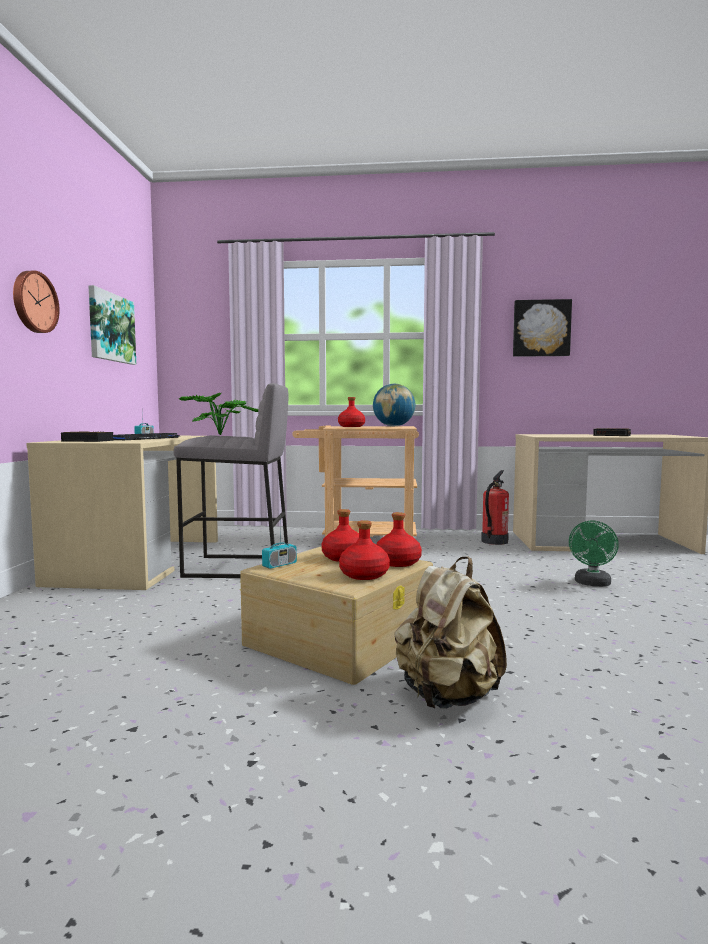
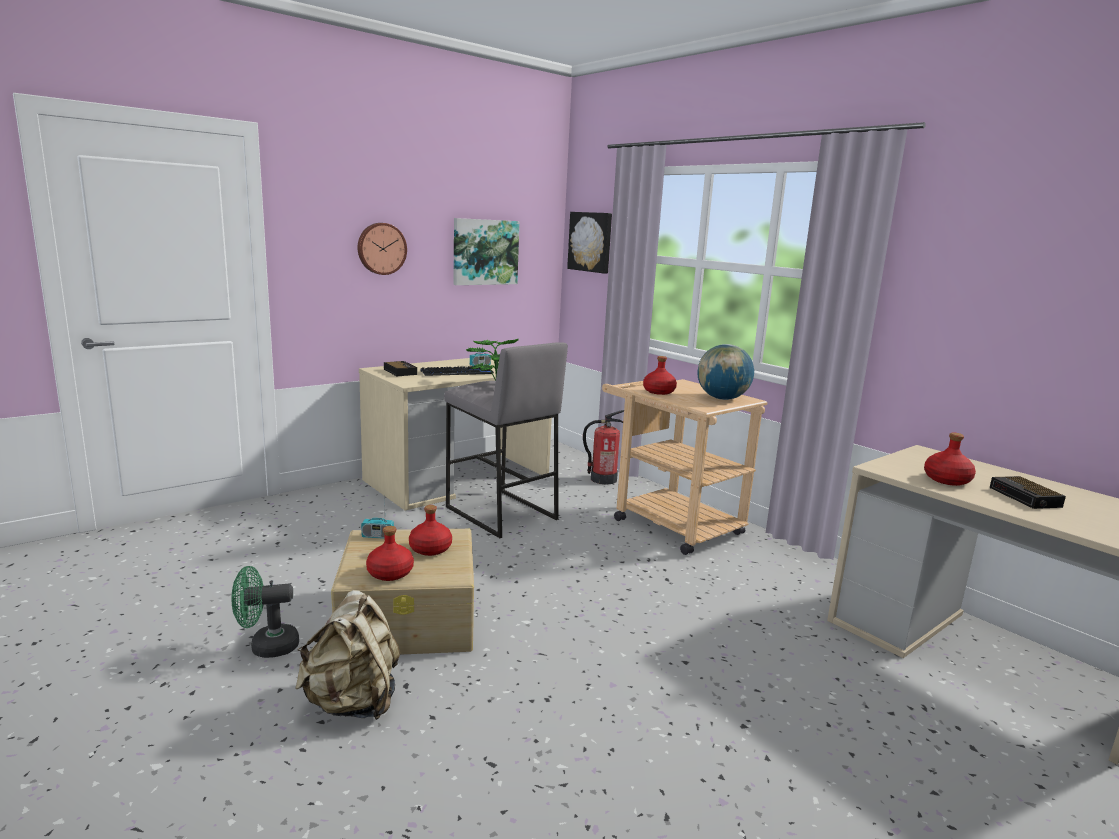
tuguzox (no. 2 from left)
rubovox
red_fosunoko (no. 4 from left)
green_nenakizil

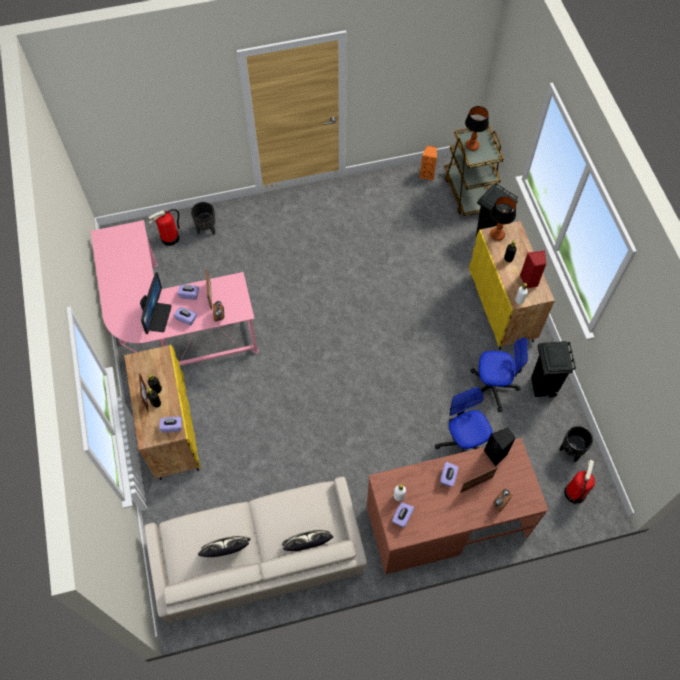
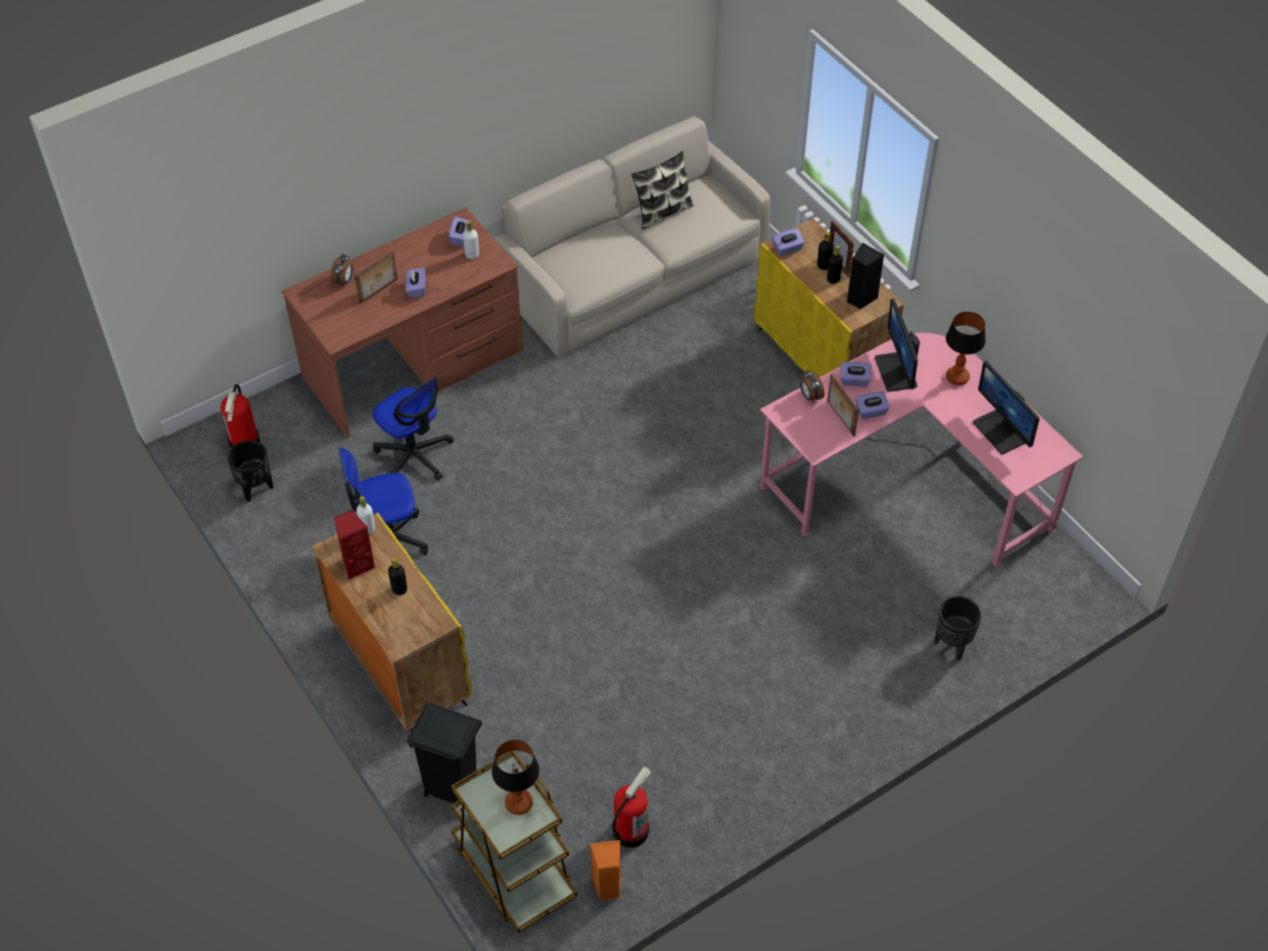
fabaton (no. 2 from left)
rubovox (no. 2 from left)
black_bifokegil (no. 2 from left in the first image)
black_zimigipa
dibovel (no. 2 from left in the first image)
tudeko (no. 2 from left)

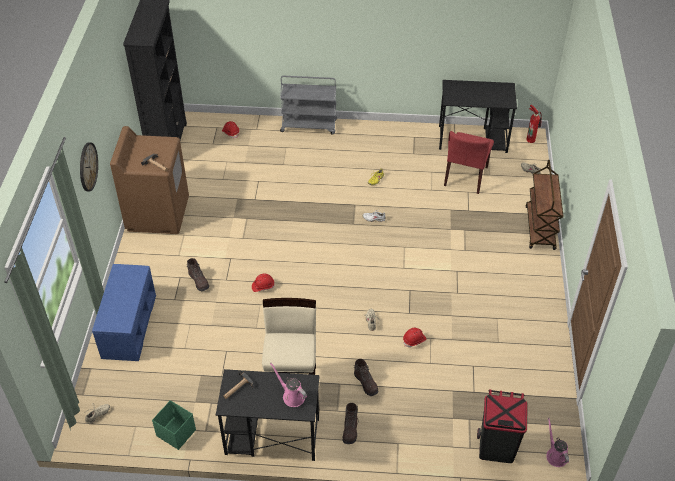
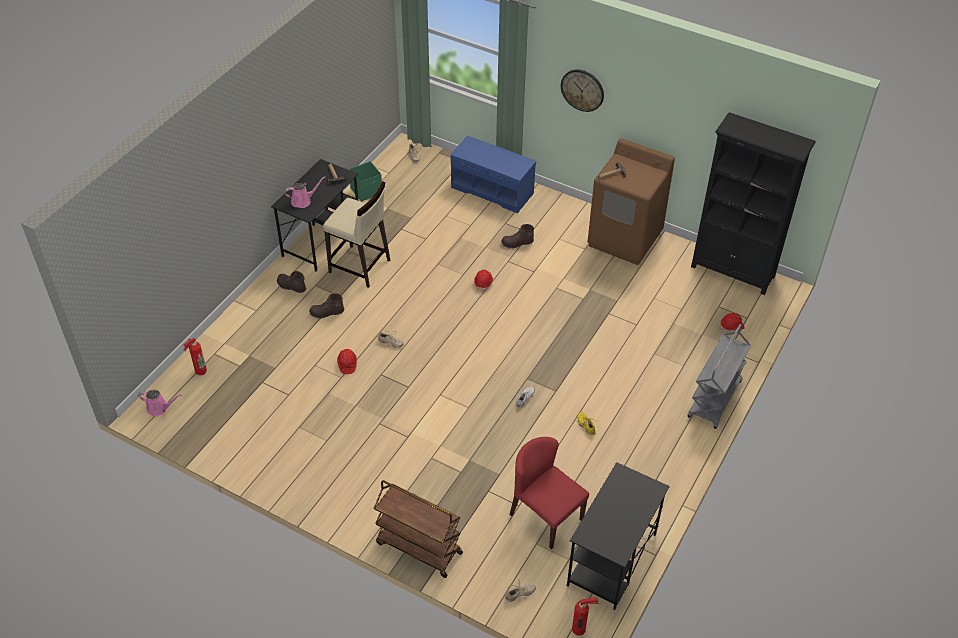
rubovox (no. 1 from left)

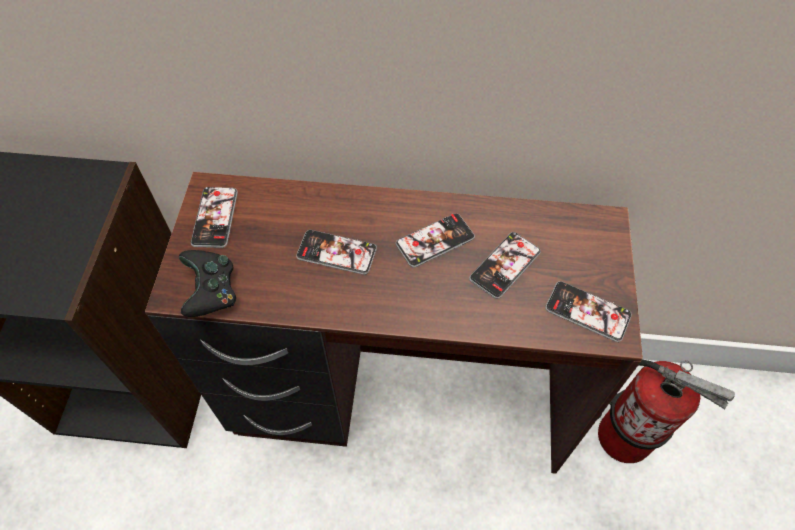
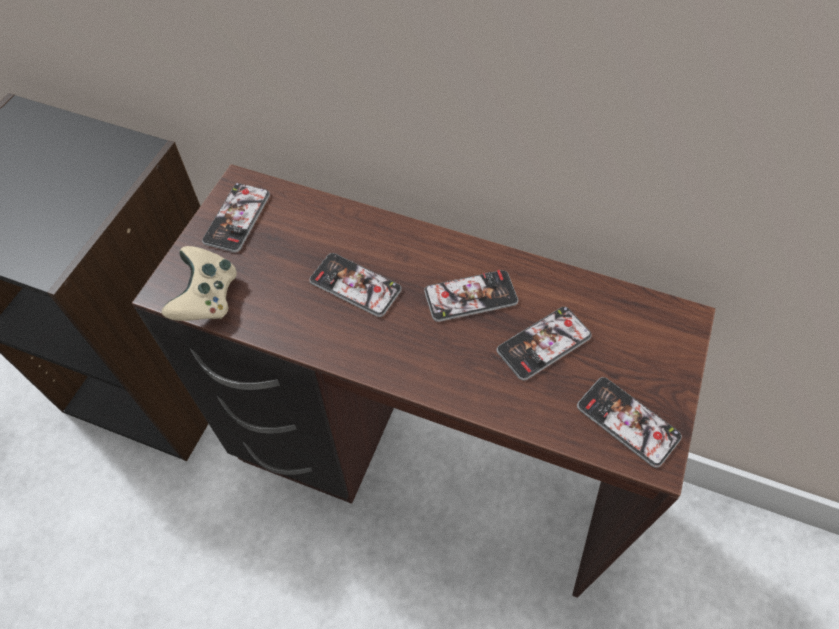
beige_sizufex
rubovox

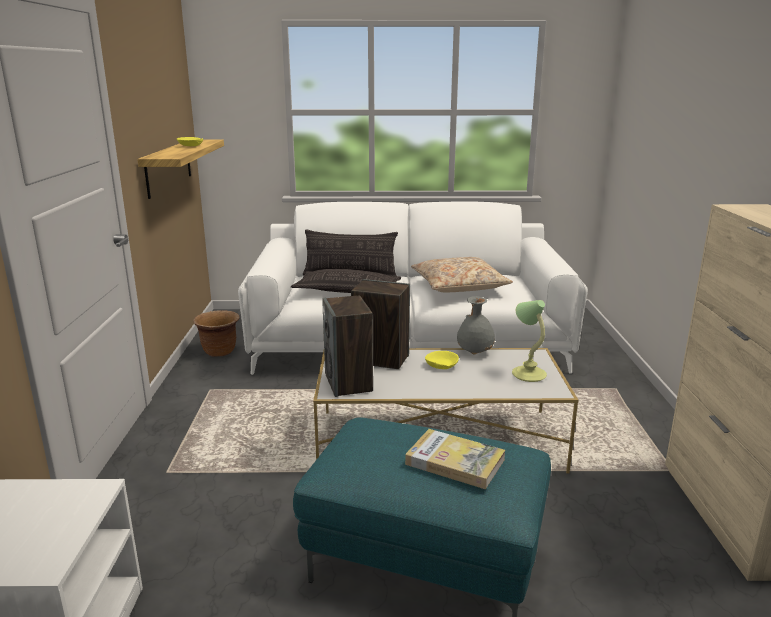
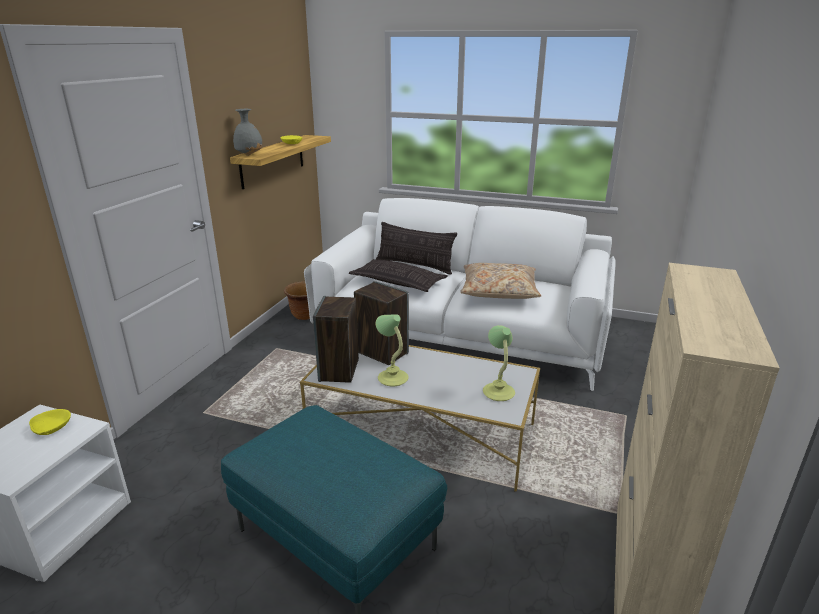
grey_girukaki
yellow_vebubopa (no. 1 from left)
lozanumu
fabaton (no. 1 from left)

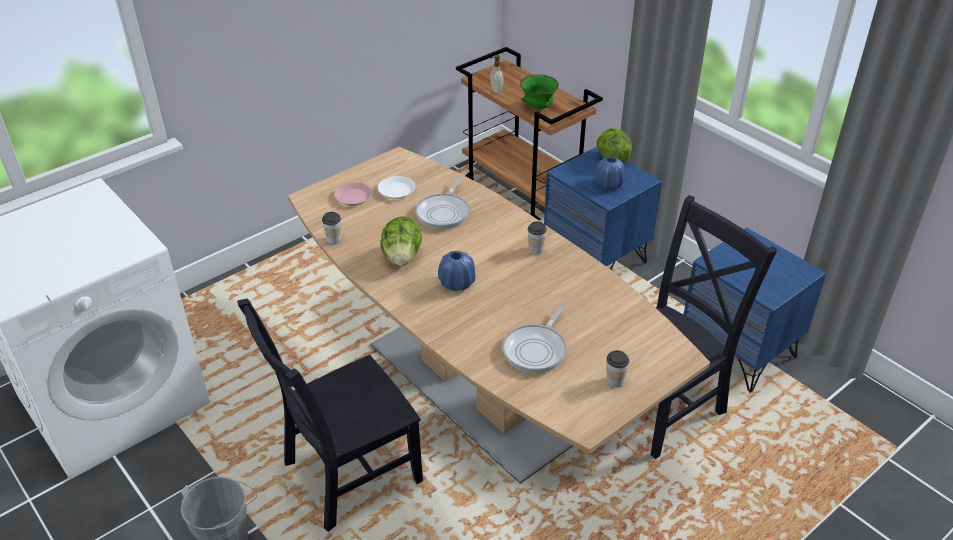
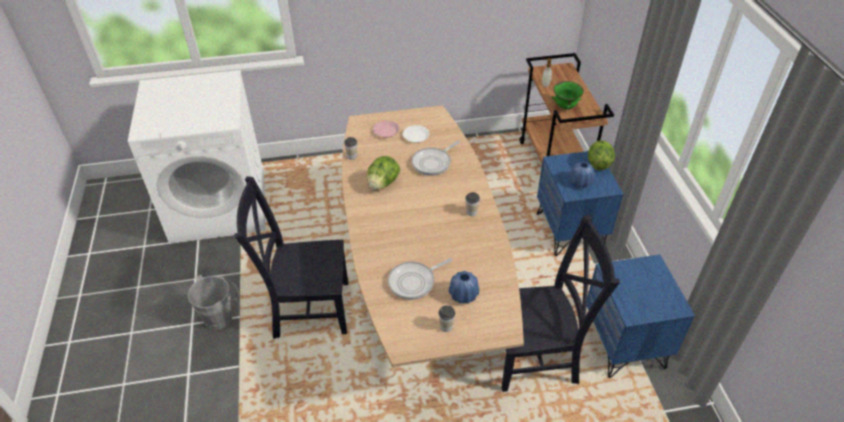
blue_girukaki (no. 1 from left)

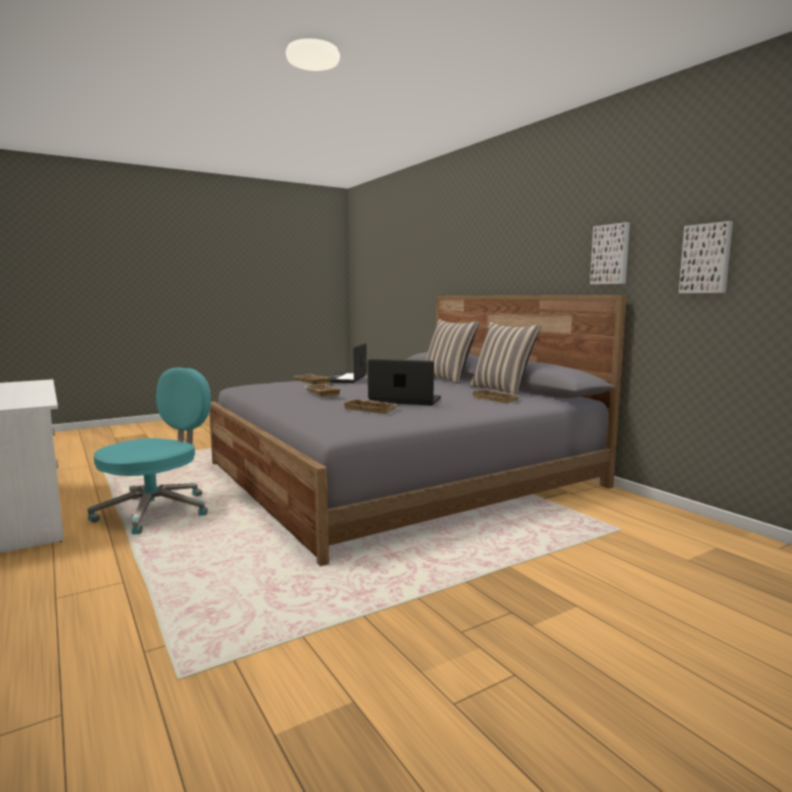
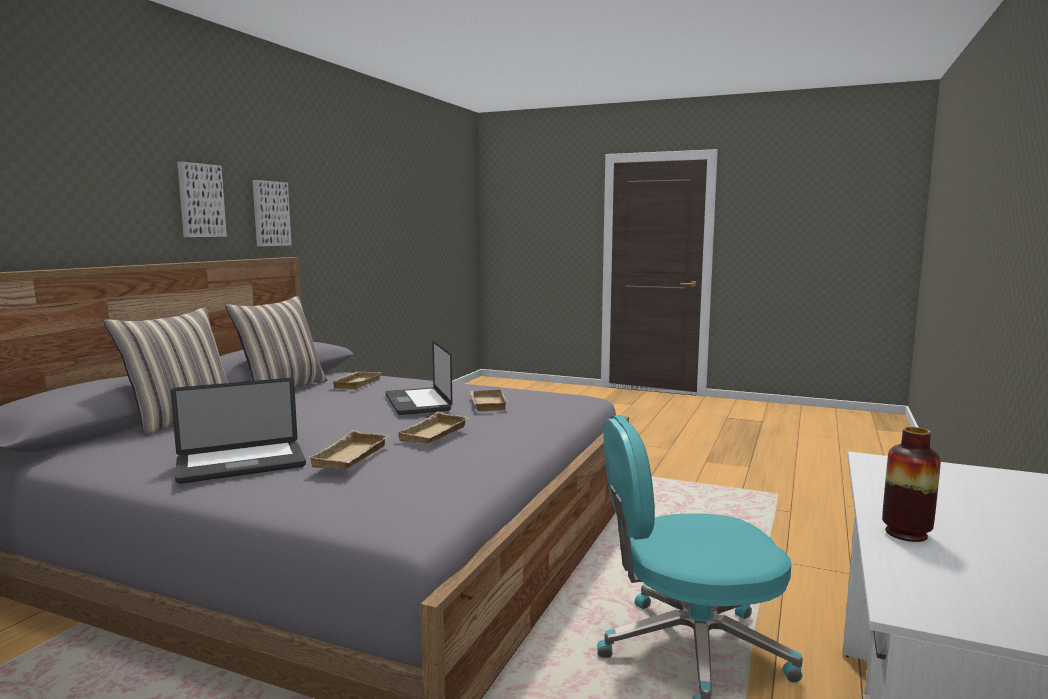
tuguzox (no. 1 from left)
girukaki

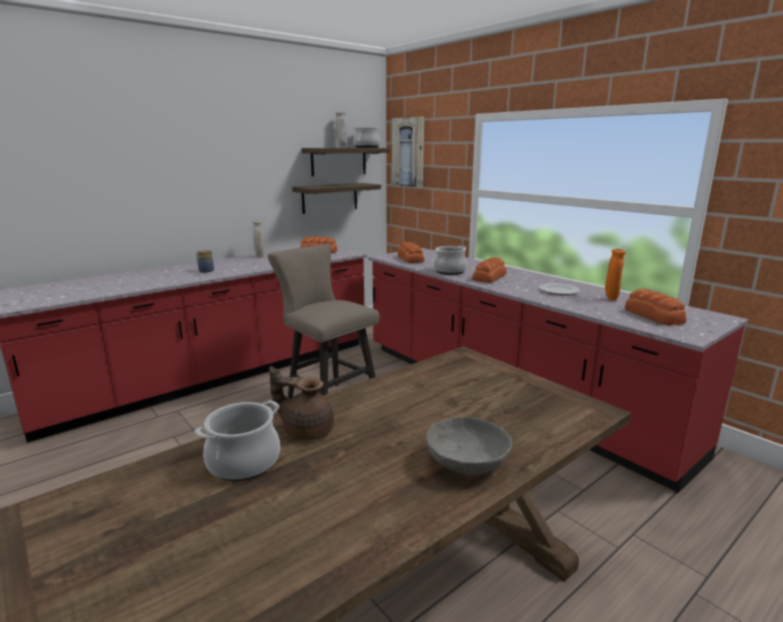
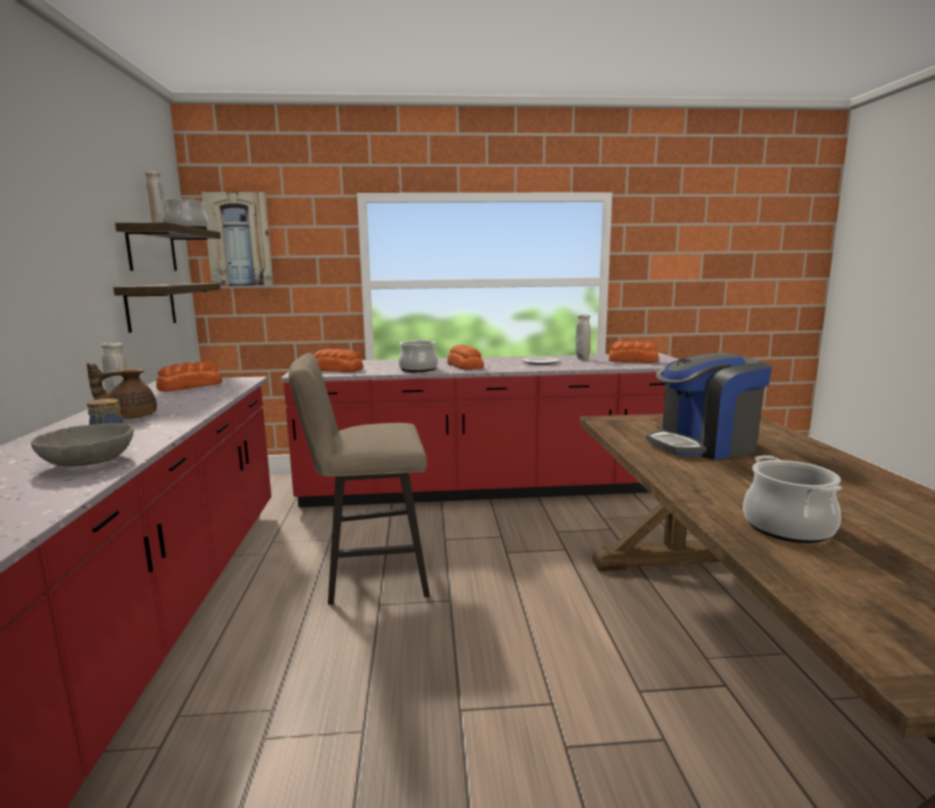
beige_girukaki (no. 3 from left)
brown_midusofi
grey_vebubopa
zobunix

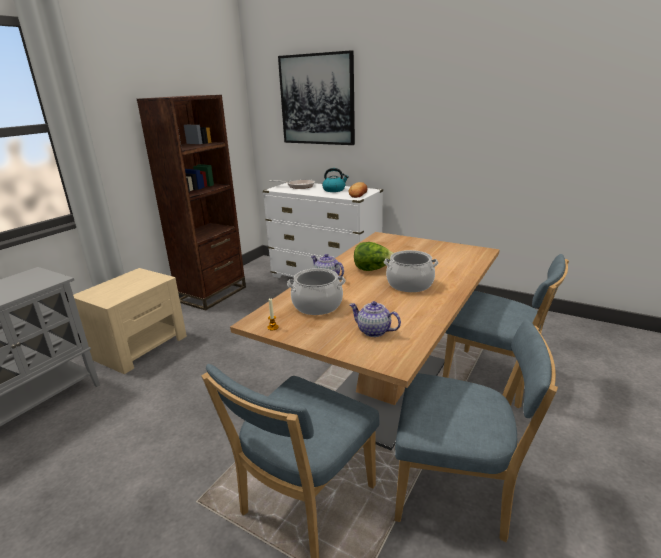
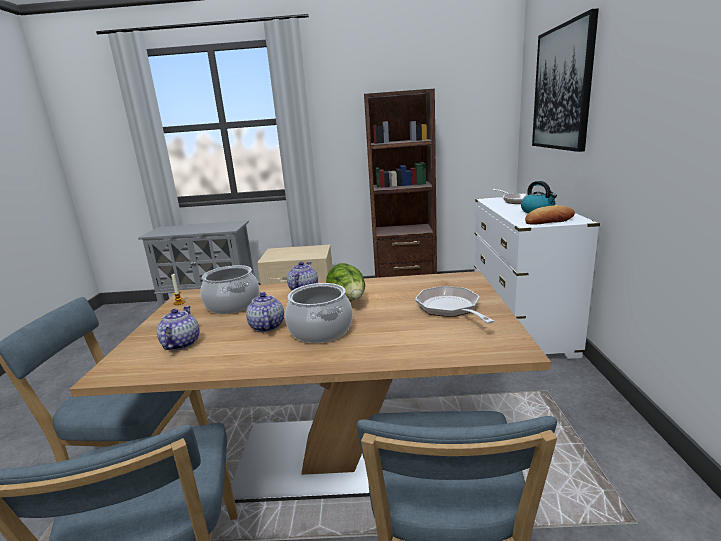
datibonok (no. 1 from left)
midusofi (no. 2 from left)

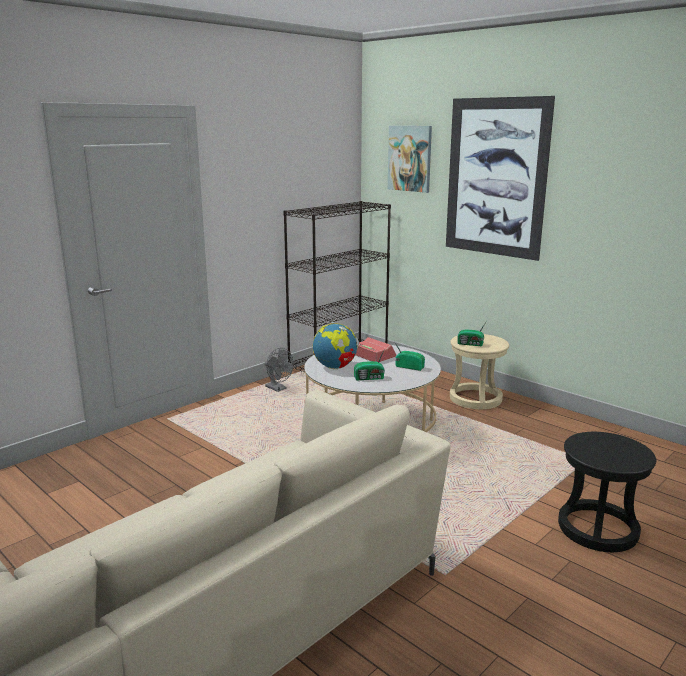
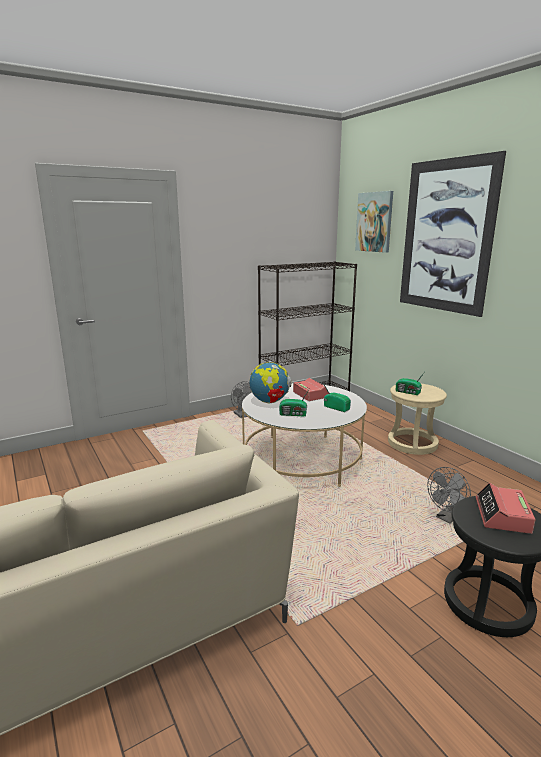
grey_nenakizil (no. 2 from left)
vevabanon (no. 2 from left)

